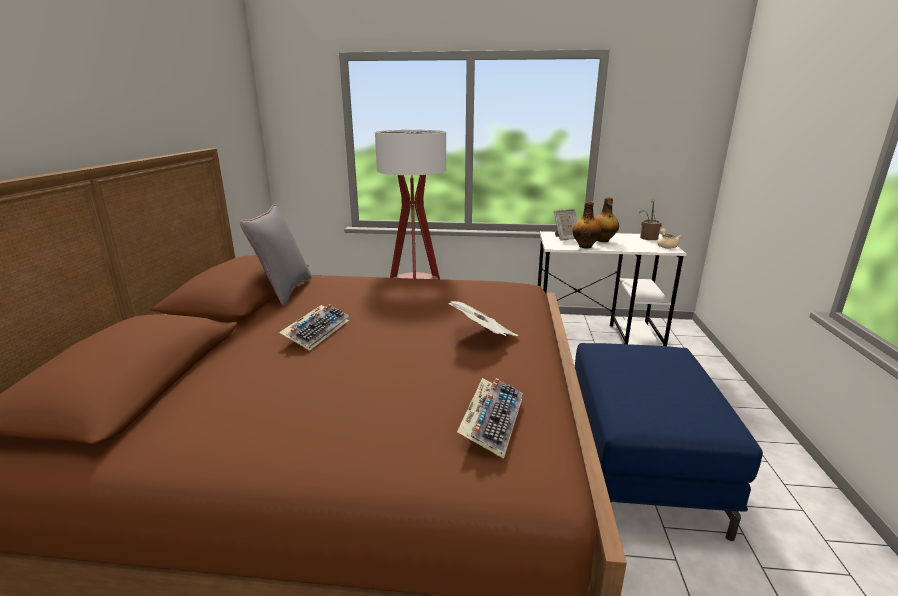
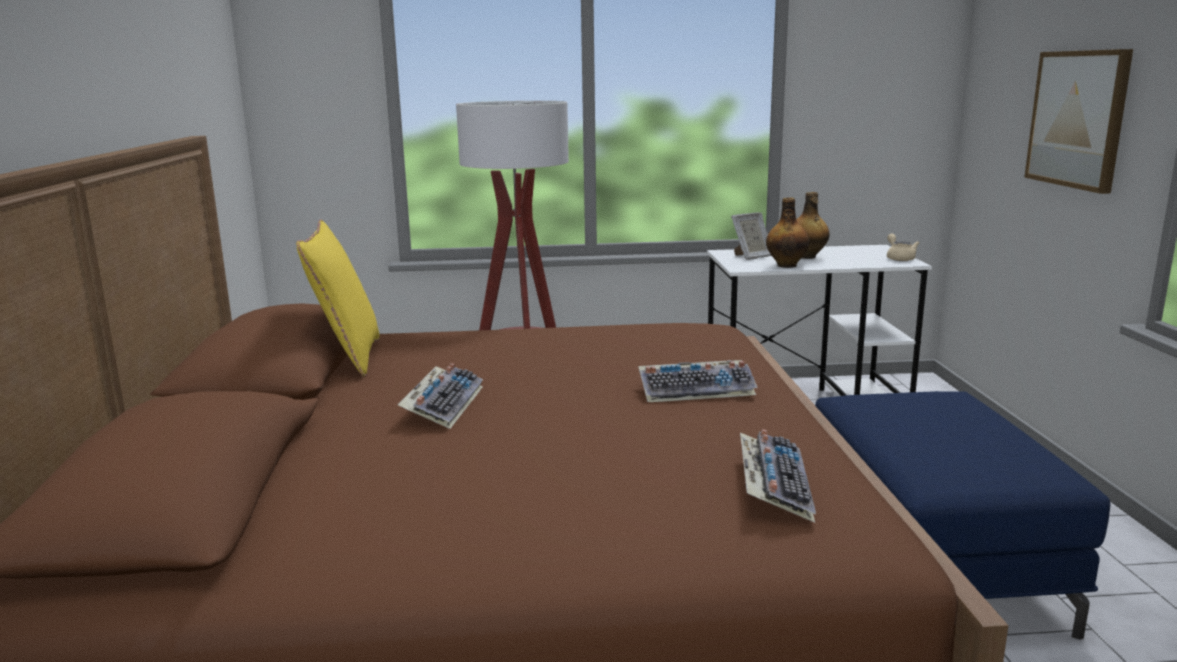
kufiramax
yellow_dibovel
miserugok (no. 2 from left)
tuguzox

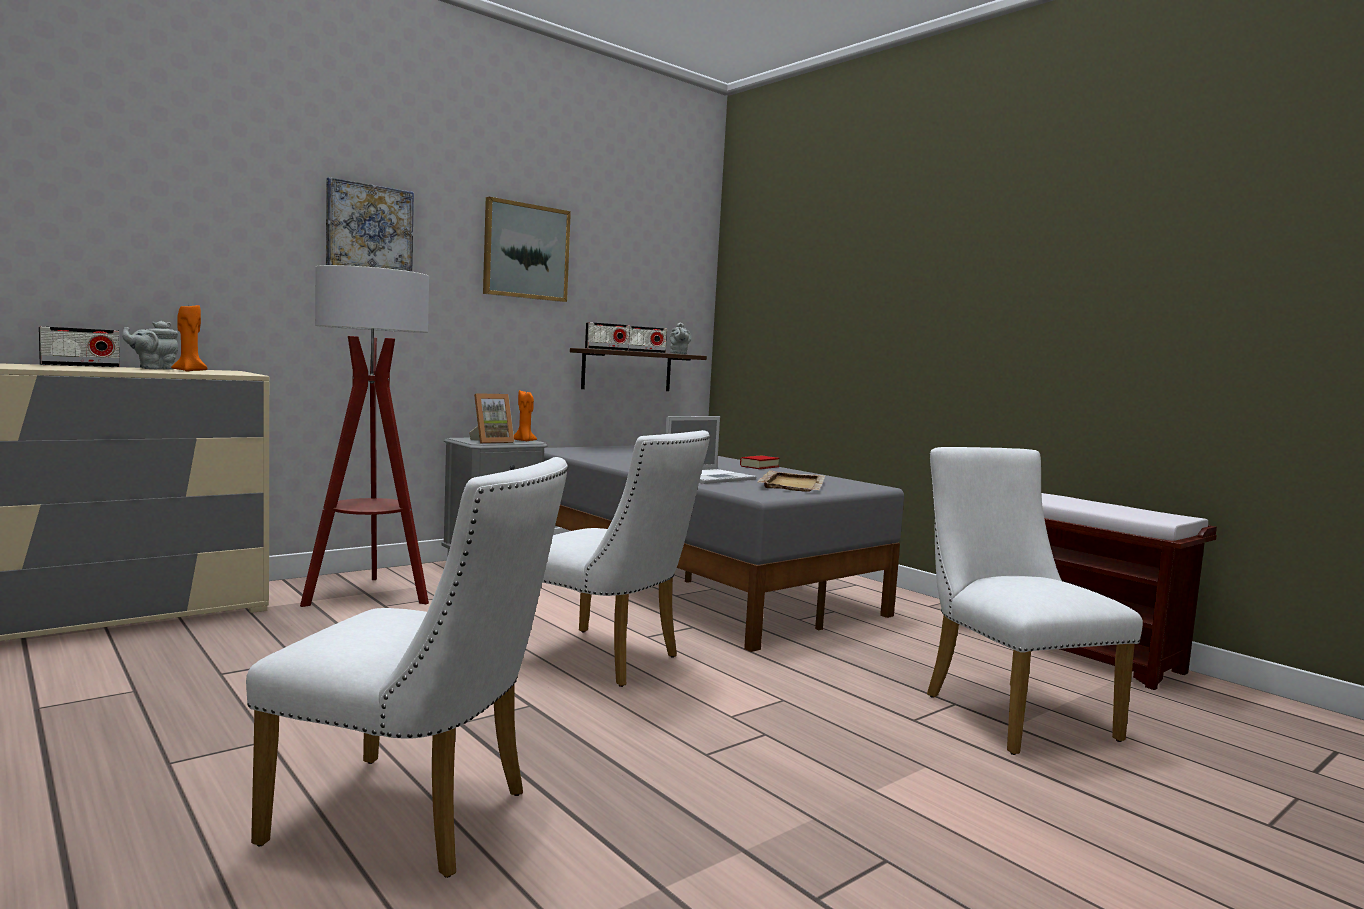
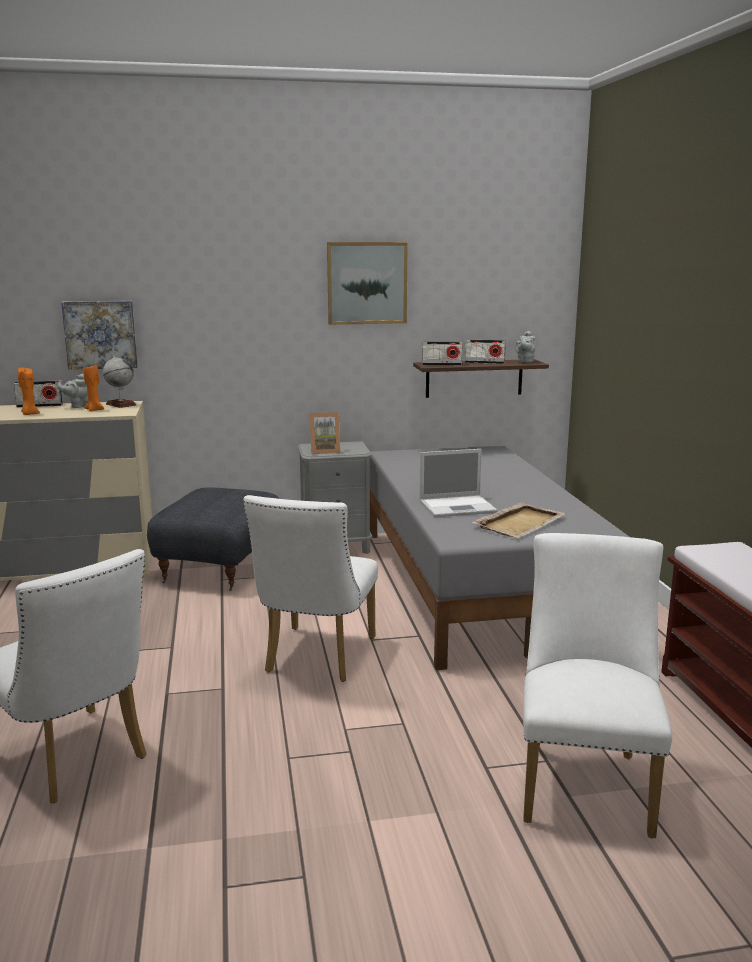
tuguzox (no. 1 from left)
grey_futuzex
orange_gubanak (no. 1 from left)
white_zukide (no. 2 from left)
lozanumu
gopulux

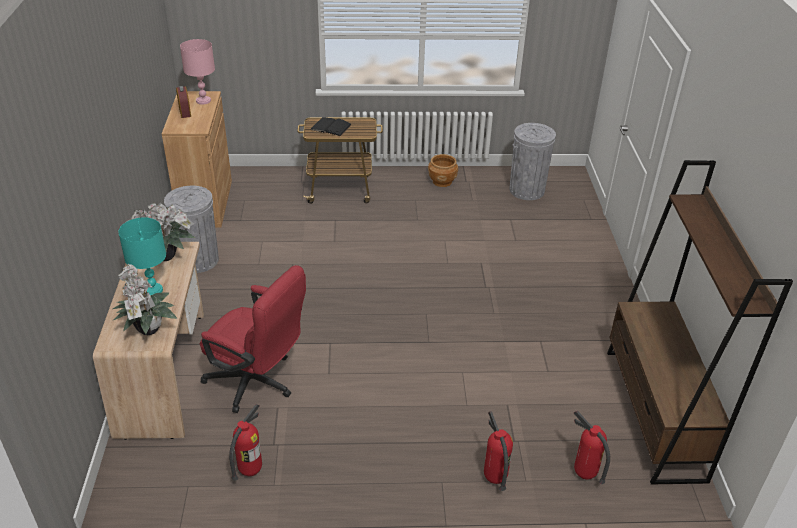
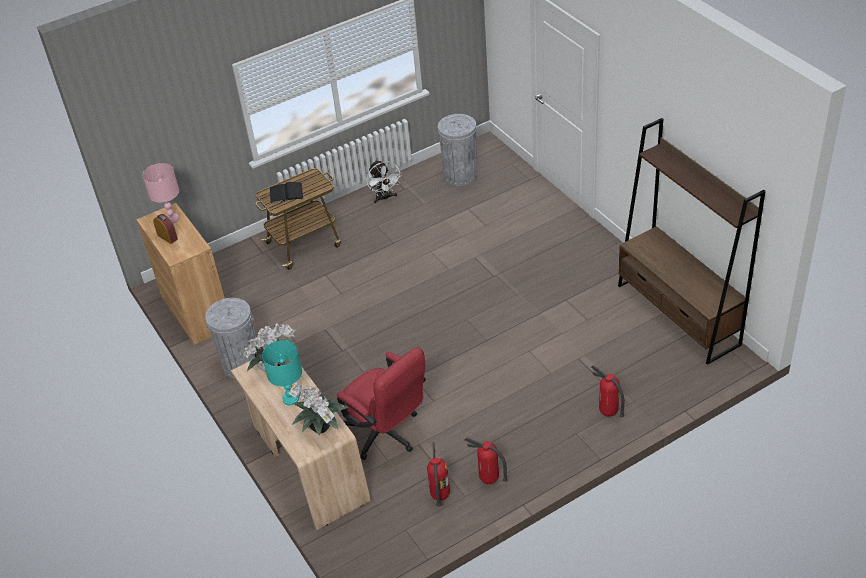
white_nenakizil
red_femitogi
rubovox (no. 2 from left)

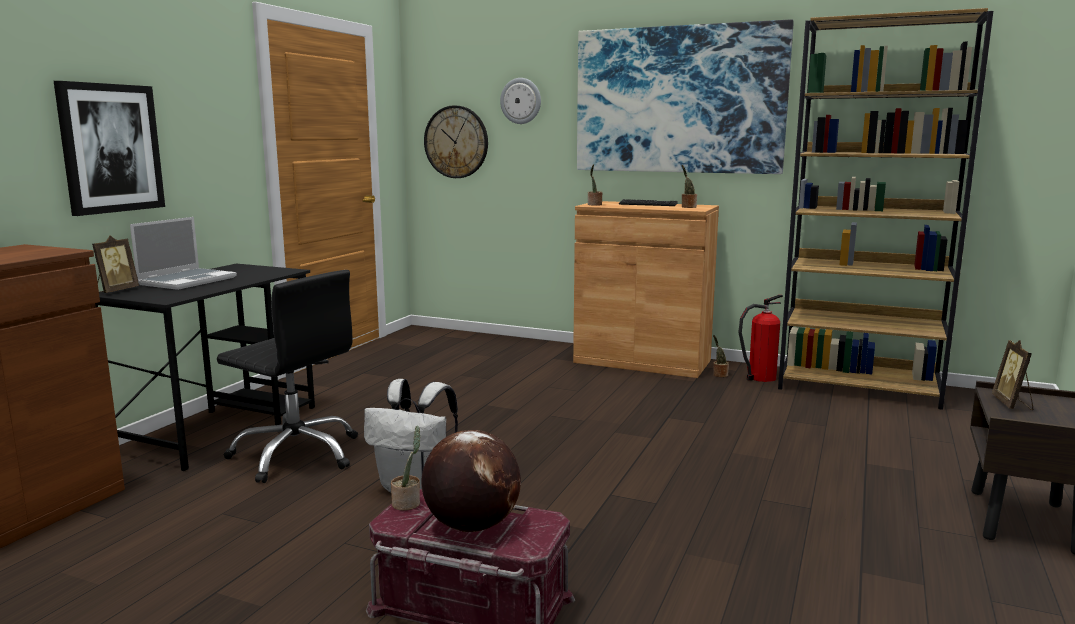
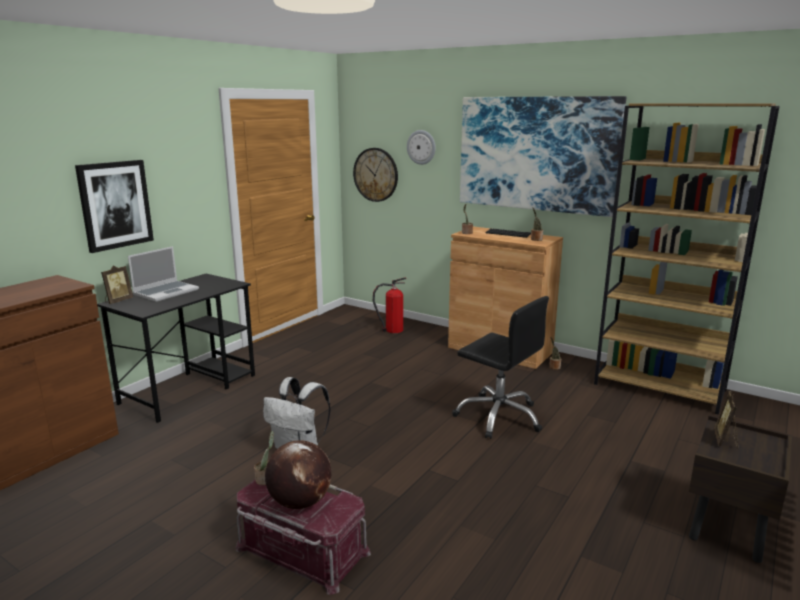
black_femitogi
rubovox

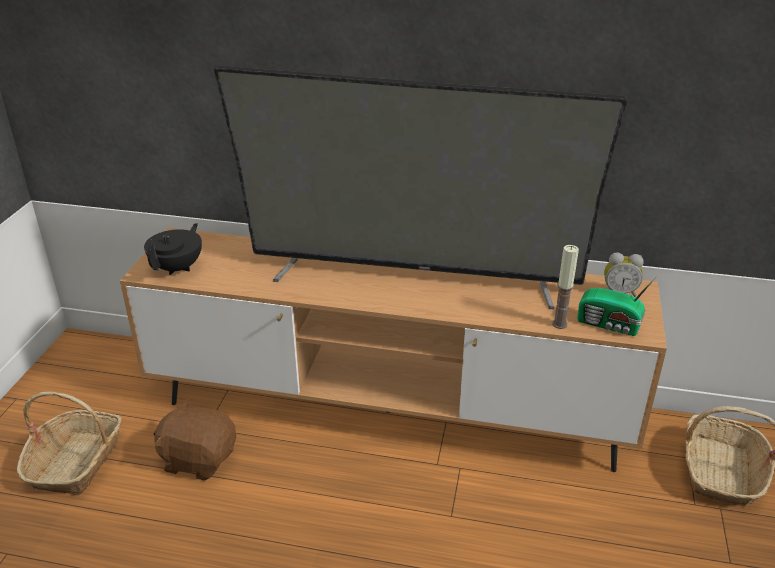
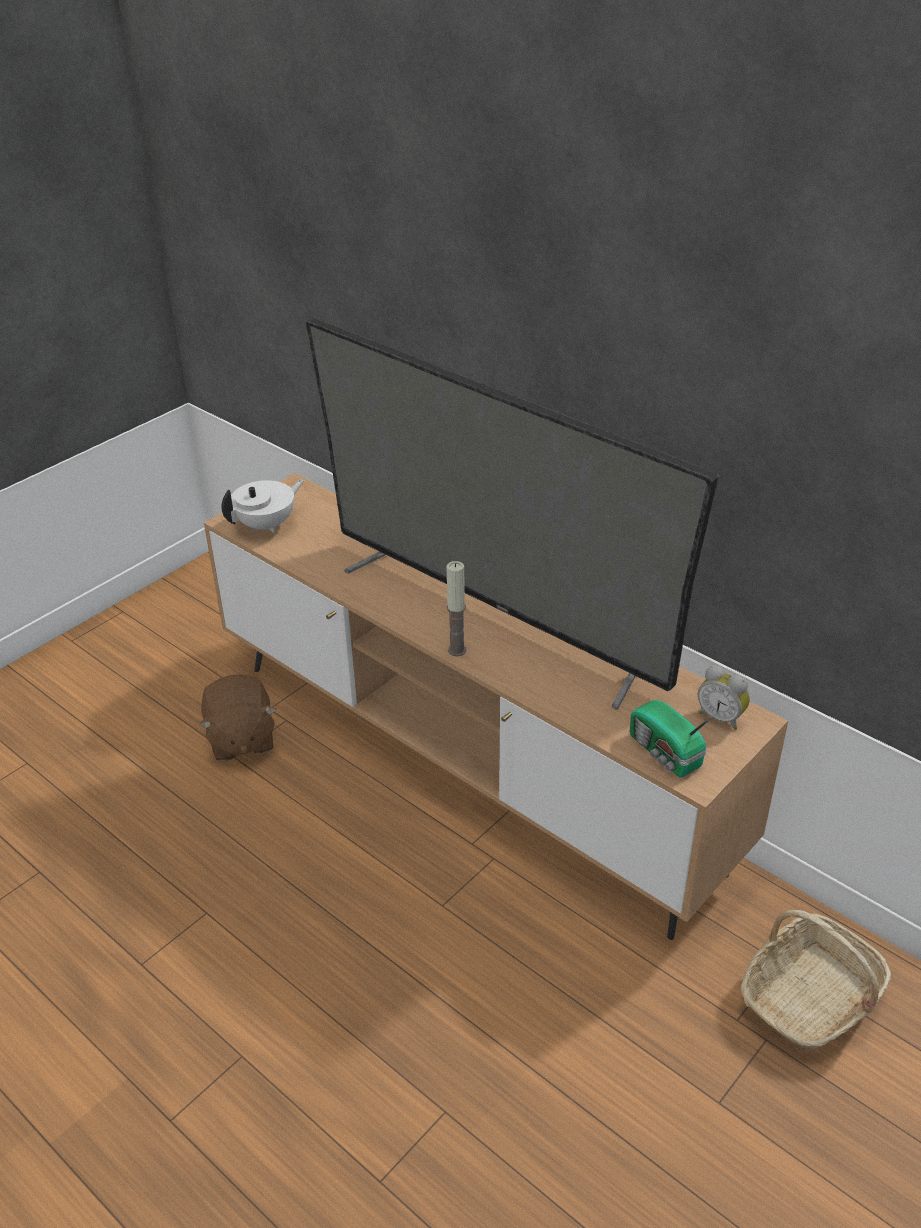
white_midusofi
gubanak
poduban (no. 1 from left in the first image)
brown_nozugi

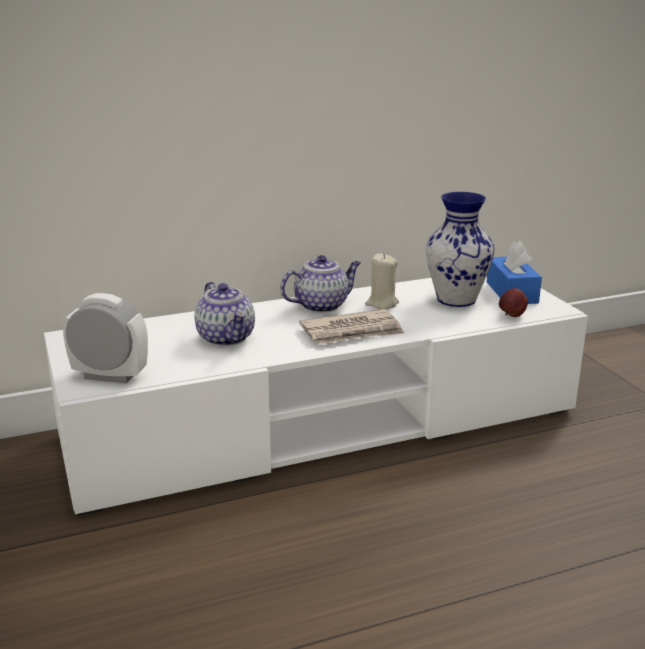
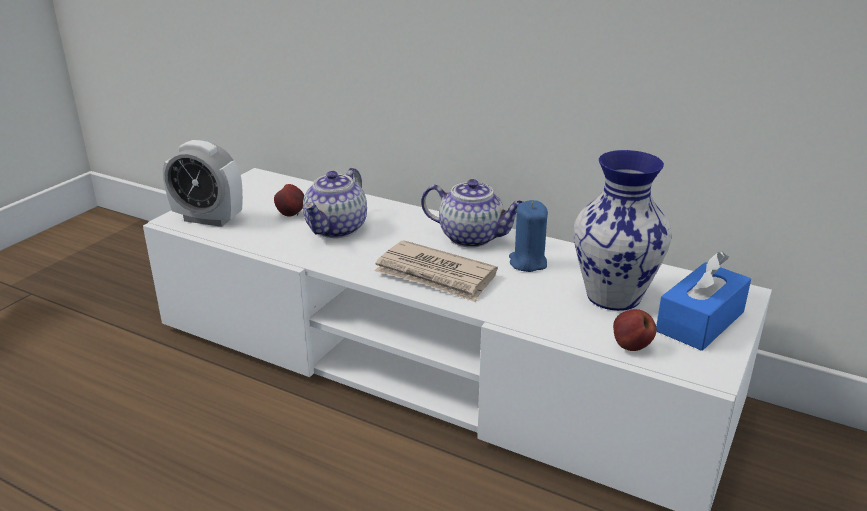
blue_gubanak
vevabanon
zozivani (no. 1 from left)

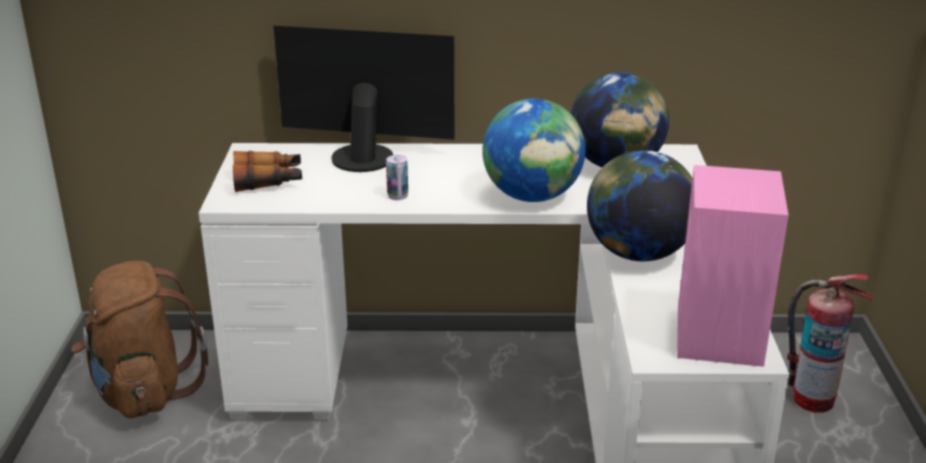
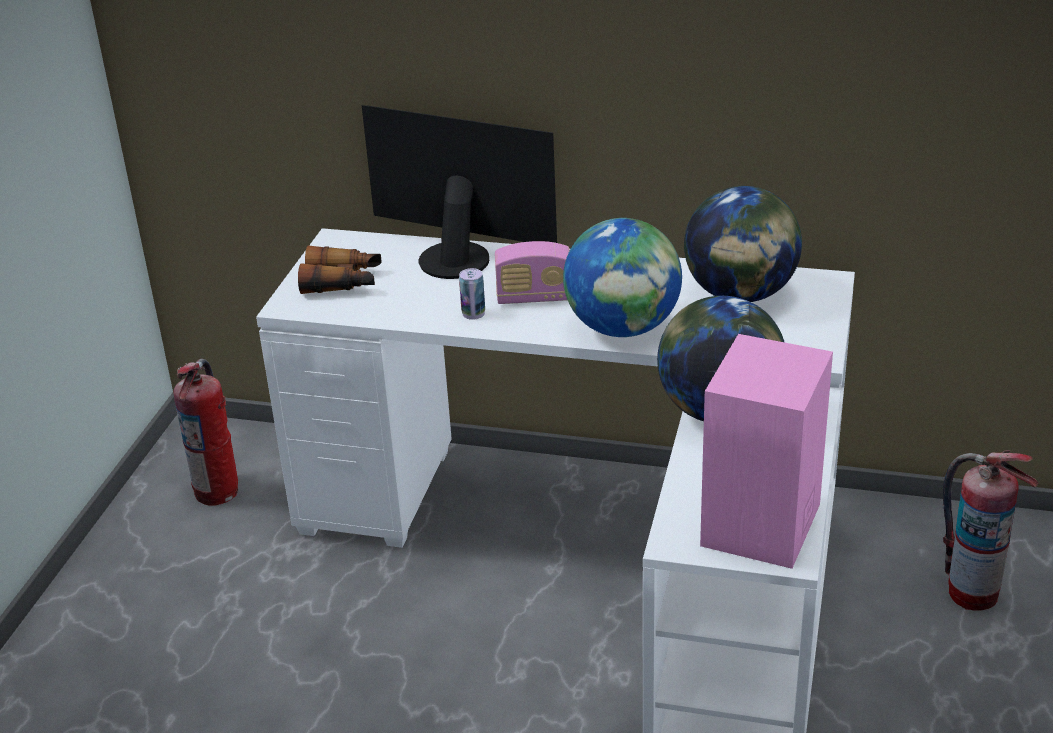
rubovox (no. 1 from left)
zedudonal

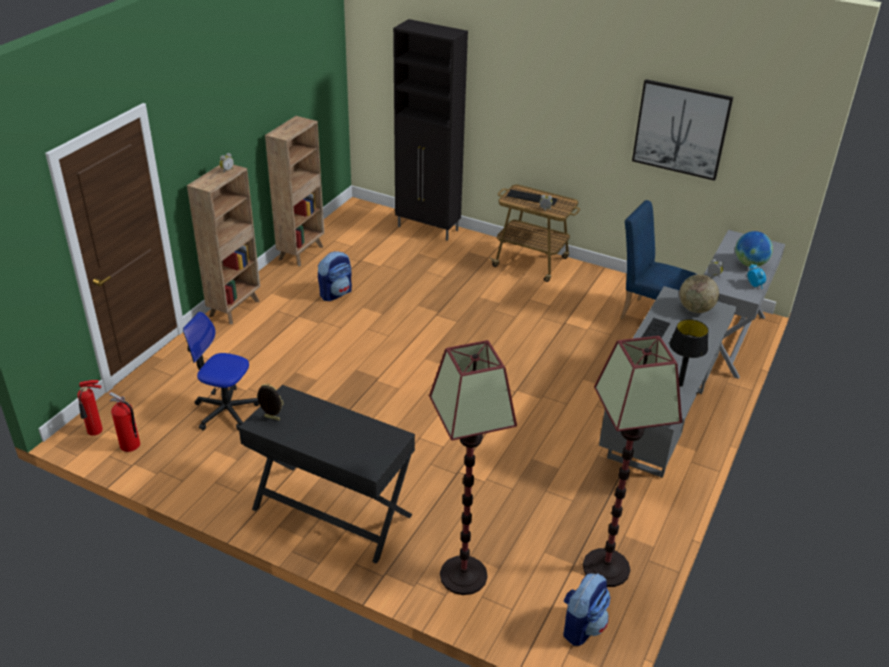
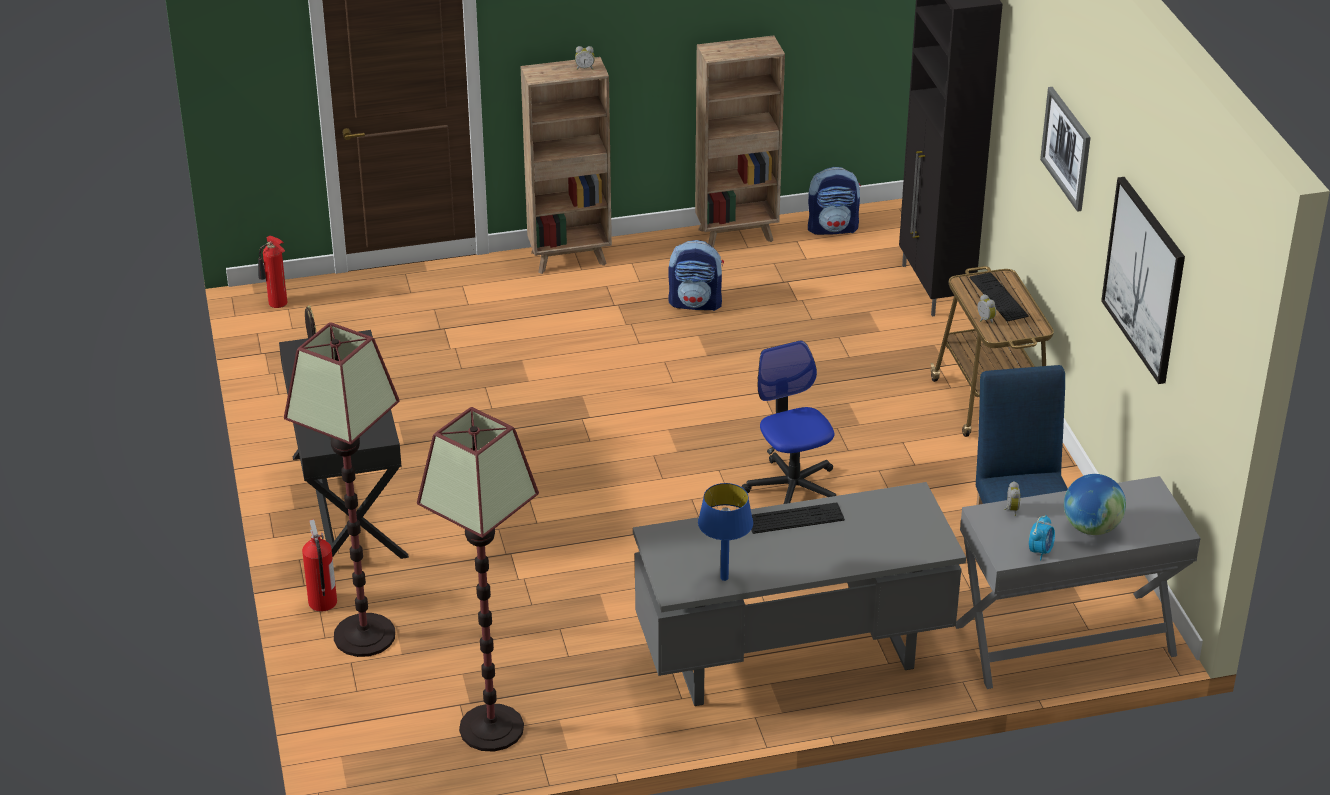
gopulux (no. 1 from left in the first image)
femitogi
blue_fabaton
rubovox (no. 2 from left)
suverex (no. 2 from left)
tuguzox (no. 1 from left)

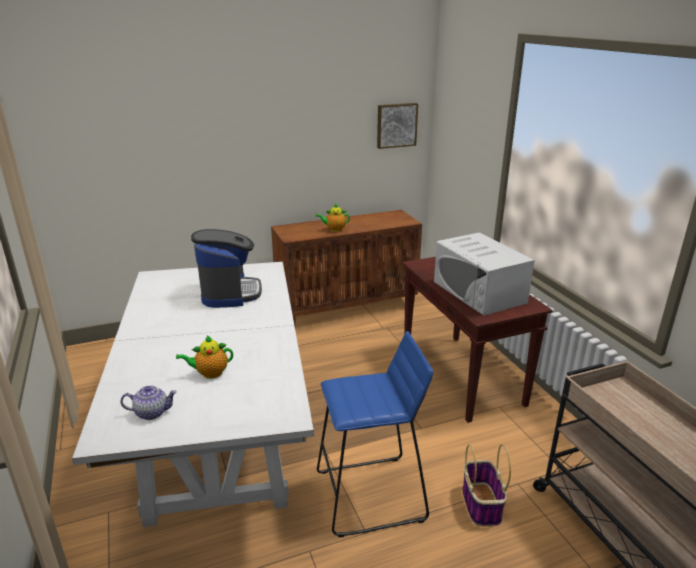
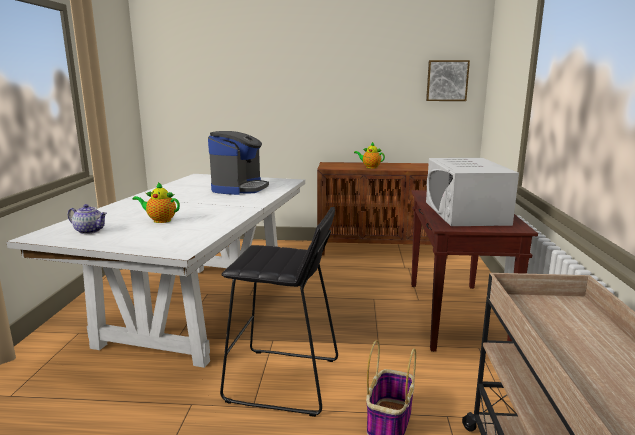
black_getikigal

